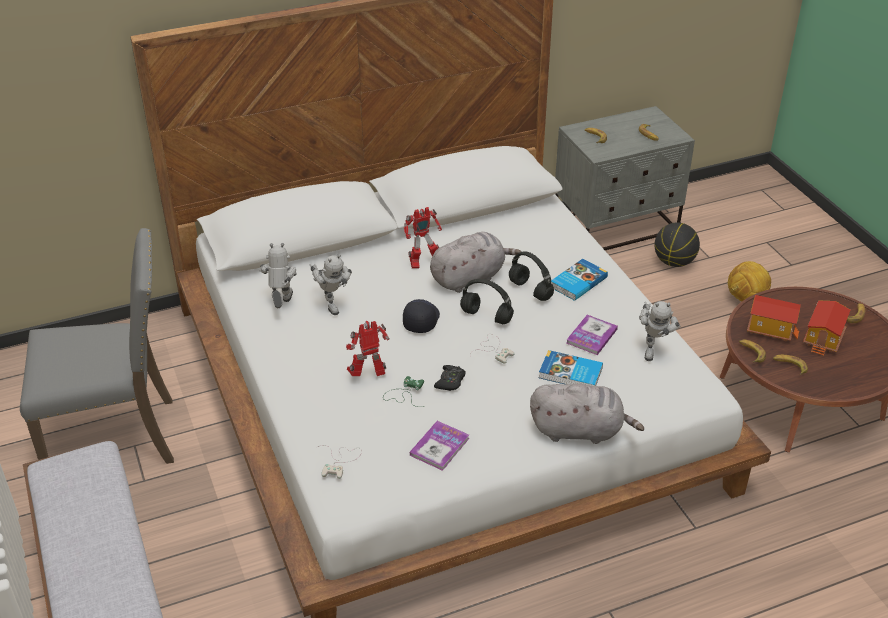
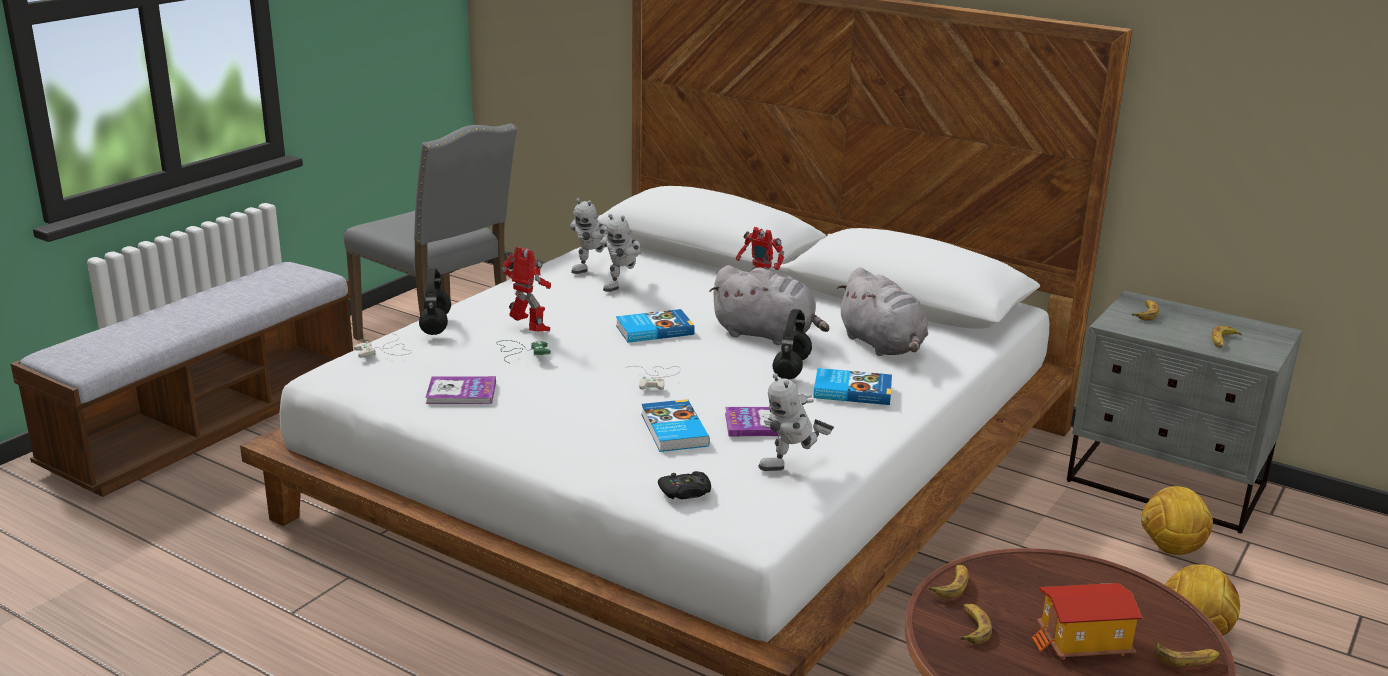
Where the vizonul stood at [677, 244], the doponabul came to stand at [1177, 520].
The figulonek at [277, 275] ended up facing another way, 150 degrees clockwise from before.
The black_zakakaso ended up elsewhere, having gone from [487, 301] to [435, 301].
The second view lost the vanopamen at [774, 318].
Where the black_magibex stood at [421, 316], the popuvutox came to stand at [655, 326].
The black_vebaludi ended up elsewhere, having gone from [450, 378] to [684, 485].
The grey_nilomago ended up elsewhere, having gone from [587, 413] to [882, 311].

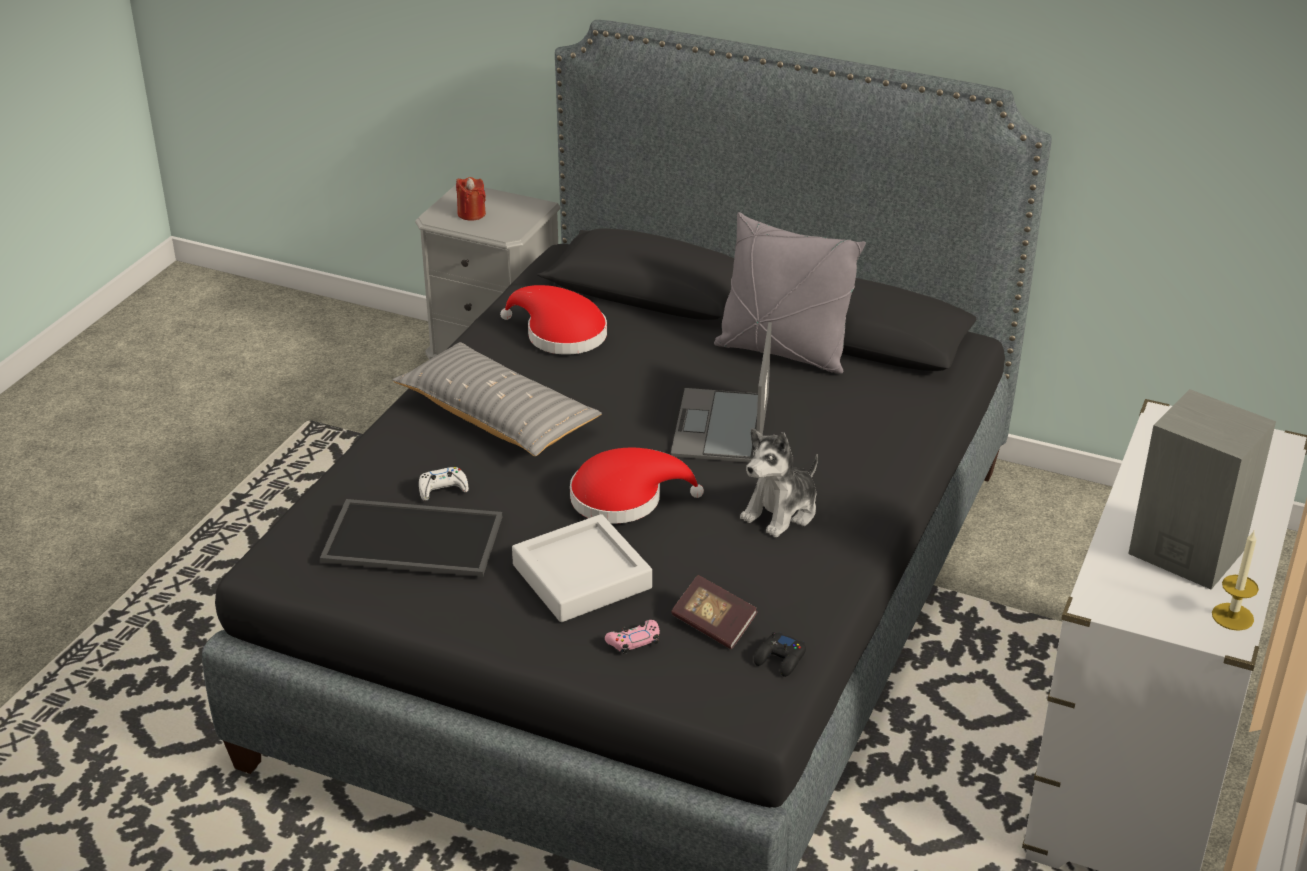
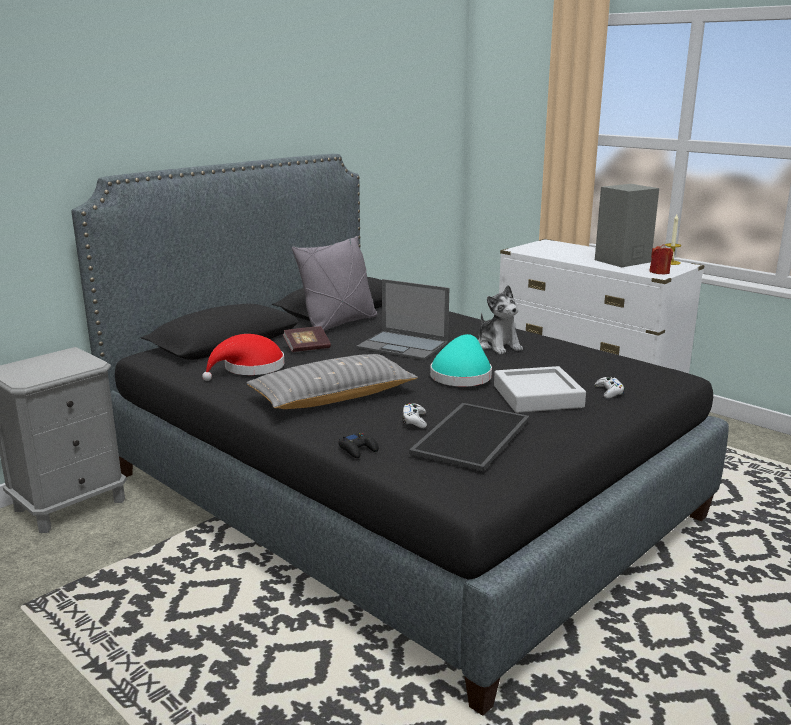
The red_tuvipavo ended up elsewhere, having gone from [471, 199] to [661, 259].
What was the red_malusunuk at [637, 486] turned into the turquoise_malusunuk at [461, 360].
The popuvutox ended up elsewhere, having gone from [714, 612] to [307, 339].
What was the pink_vebaludi at [632, 637] turned into the white_vebaludi at [610, 387].
The black_vebaludi ended up elsewhere, having gone from [780, 654] to [358, 445].

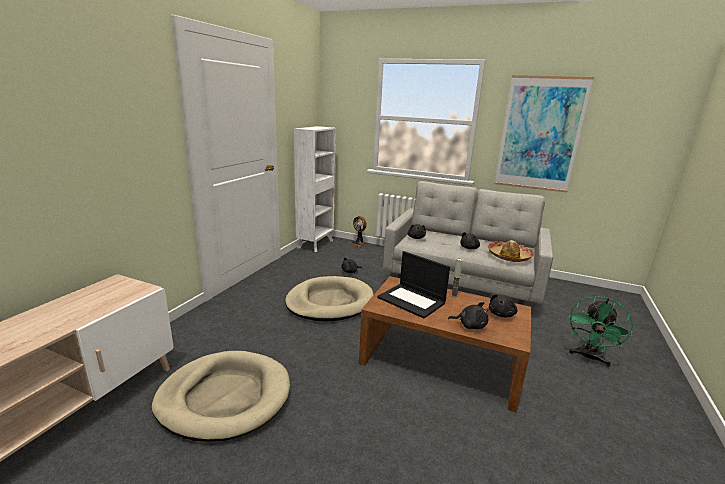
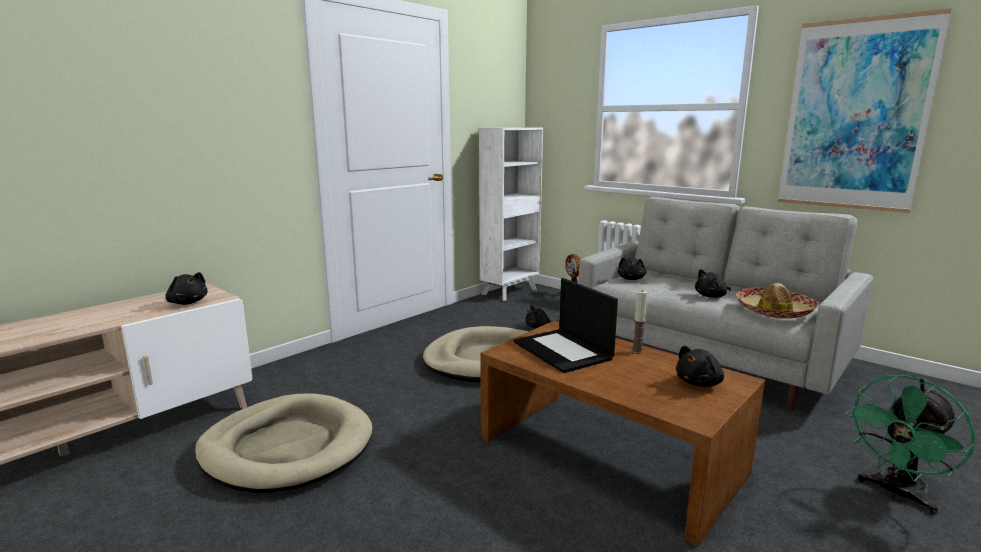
The black_nilomago ended up elsewhere, having gone from [468, 315] to [186, 288].

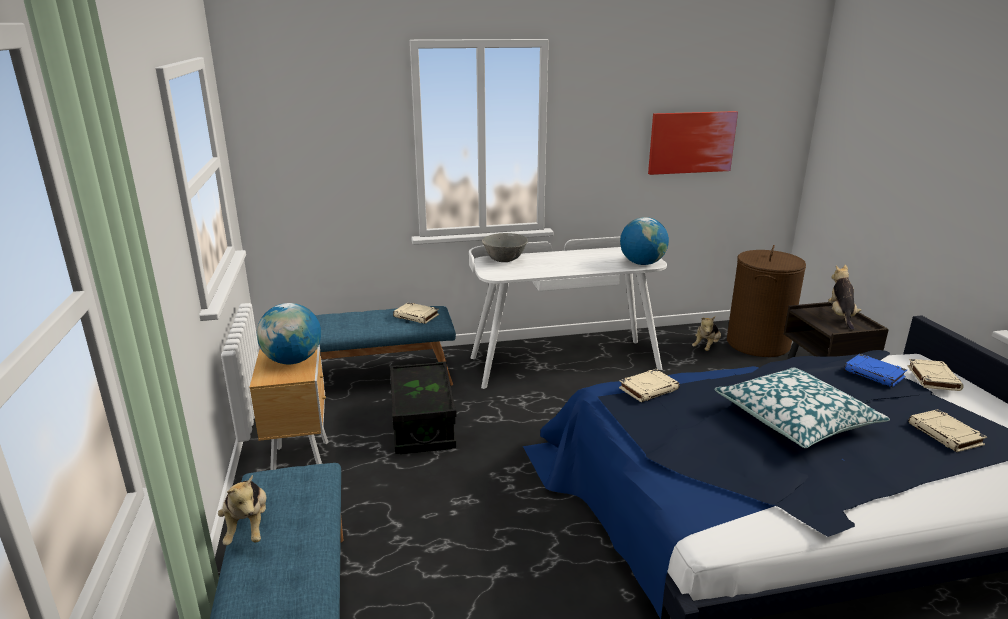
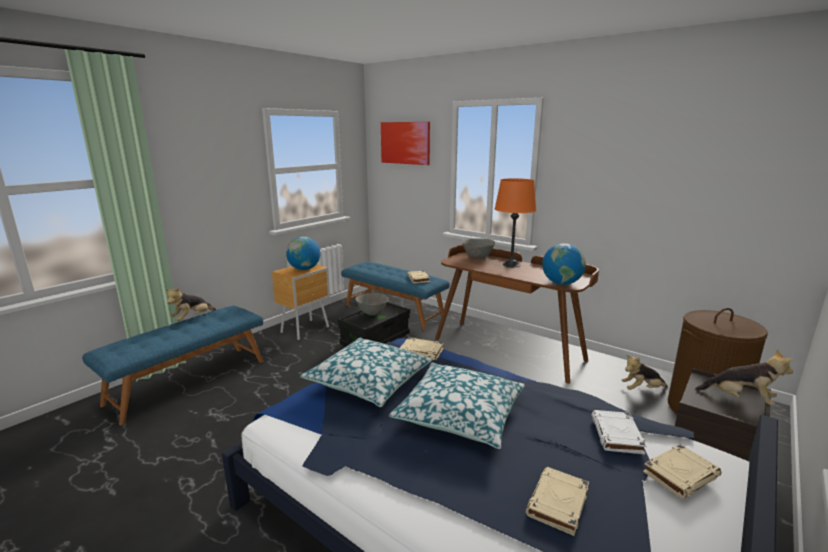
The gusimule ended up elsewhere, having gone from [693, 143] to [405, 143].
What was the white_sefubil at [568, 312] turned into the brown_sefubil at [517, 314].
The nilomago at [844, 297] ended up facing another way, 60 degrees clockwise from before.
What was the blue_popuvutox at [875, 370] turned into the white_popuvutox at [619, 432].
The second view gained the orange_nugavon at [516, 222].
The second view gained the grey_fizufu at [372, 304].
The second view gained the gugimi at [366, 372].

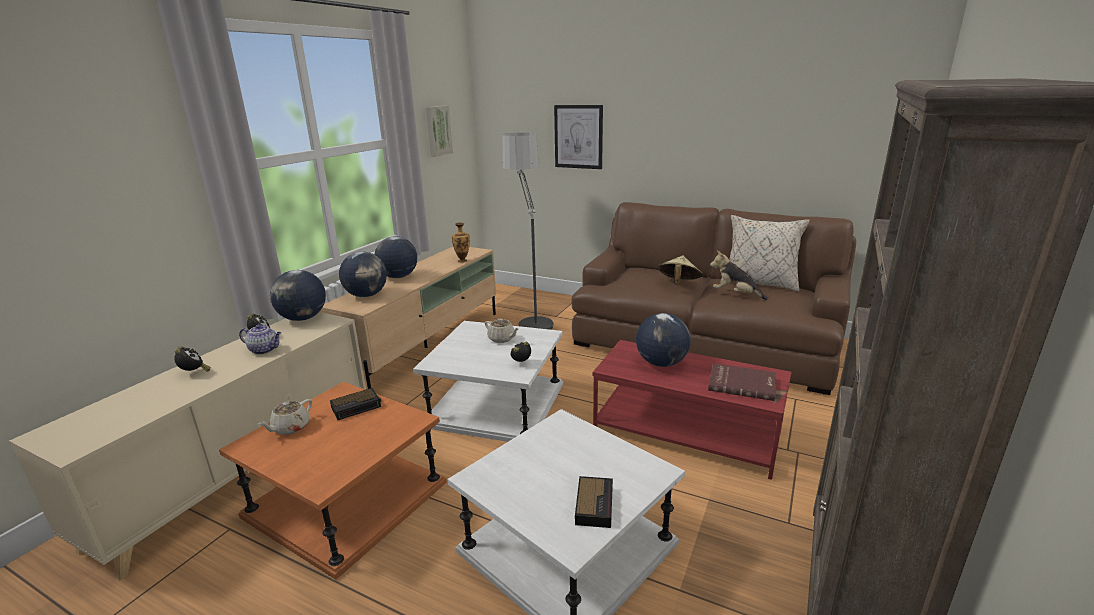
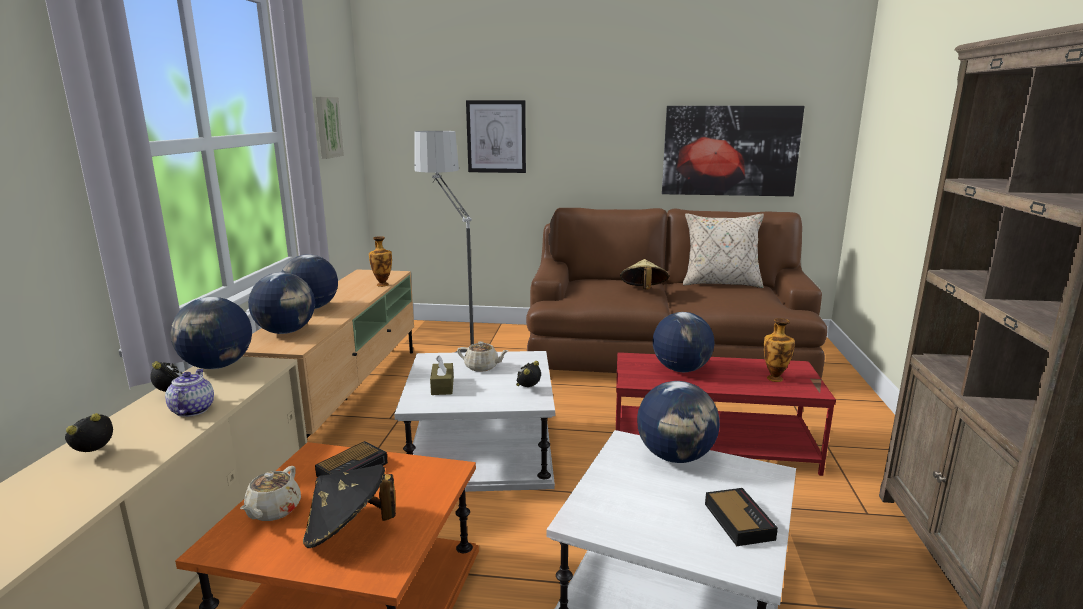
The second view lost the nilomago at [739, 275].
The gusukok at [260, 339] ended up facing another way, 90 degrees counterclockwise from before.
The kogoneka at [192, 359] ended up facing another way, 90 degrees counterclockwise from before.
Where the red_popuvutox stood at [741, 382], the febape came to stand at [779, 350].
The second view gained the gusimule at [733, 151].
The second view gained the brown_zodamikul at [442, 375].
The second view gained the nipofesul at [678, 422].
The second view gained the black_malusunuk at [349, 506].

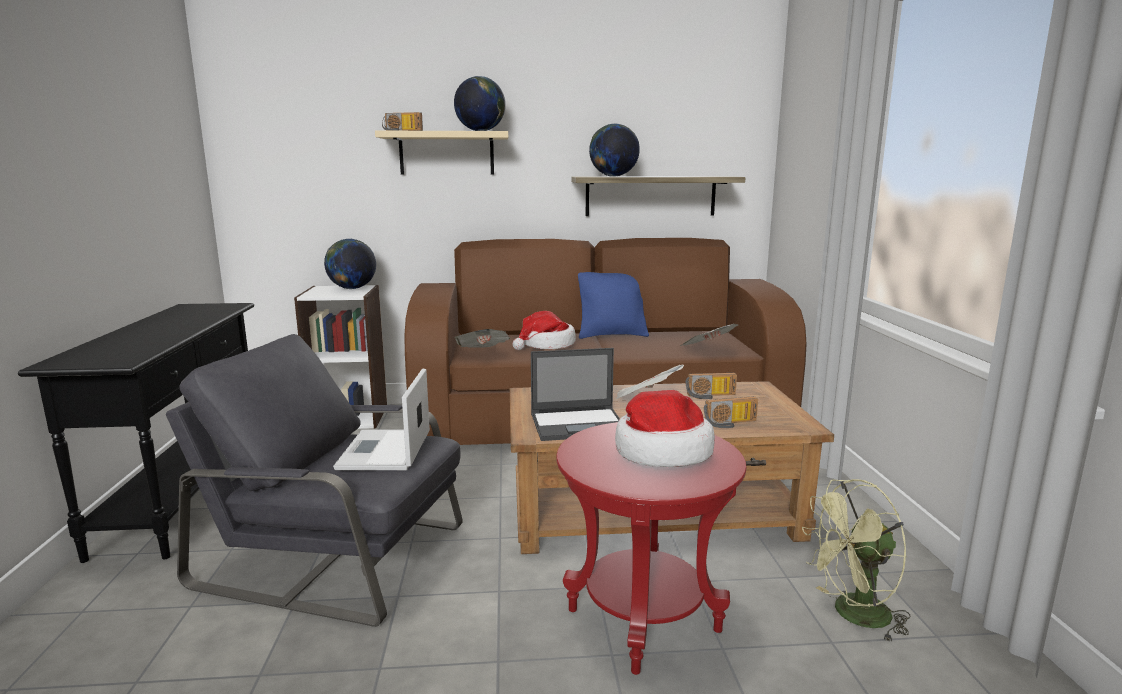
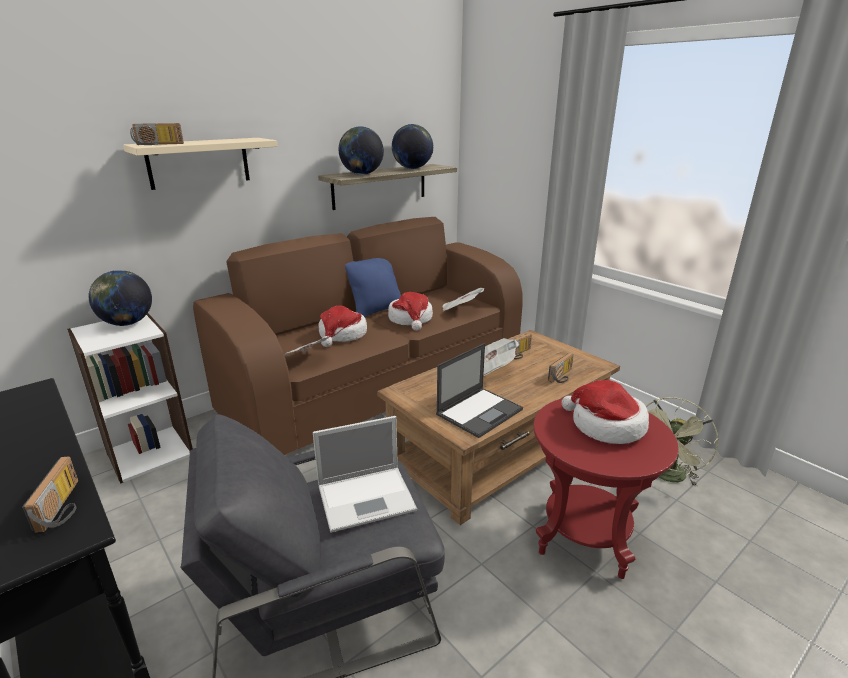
The nipofesul ended up elsewhere, having gone from [480, 103] to [413, 146].
The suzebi at [381, 419] ended up facing another way, 75 degrees counterclockwise from before.
The second view gained the malusunuk at [410, 311].
The second view gained the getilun at [50, 494].

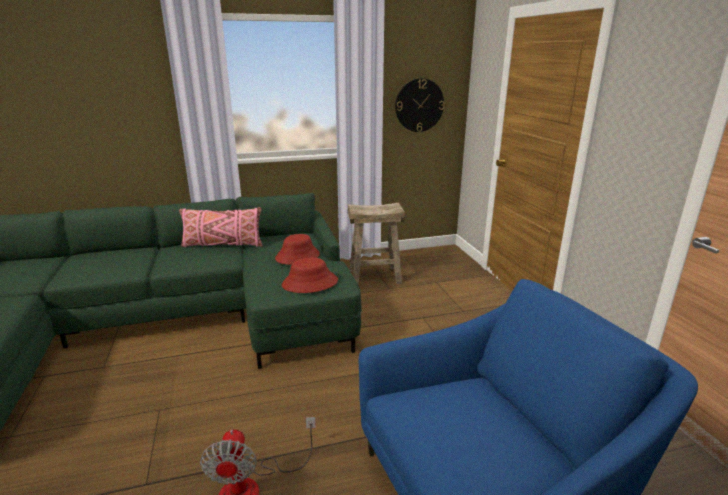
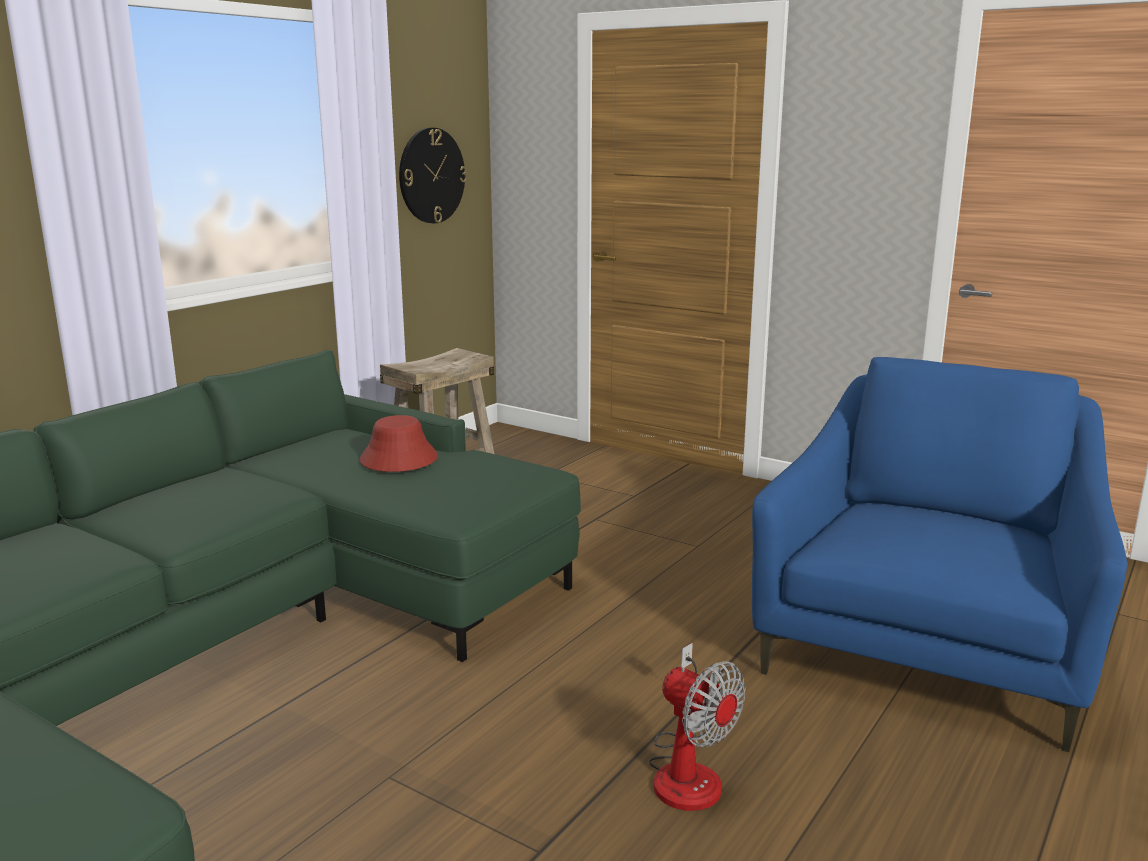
The second view lost the pink_gugimi at [220, 227].
The second view lost the red_malusunuk at [310, 275].

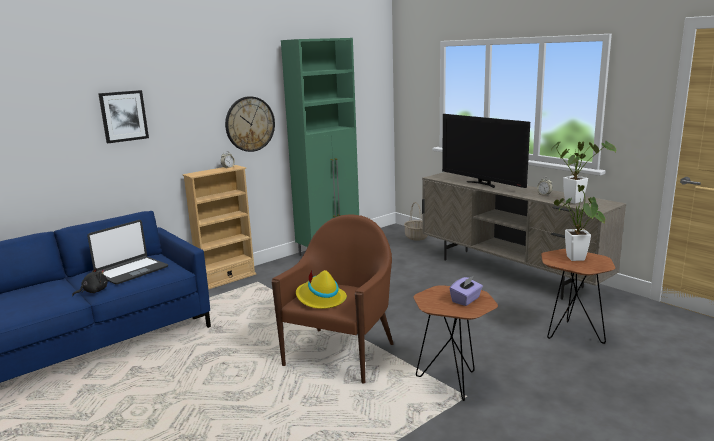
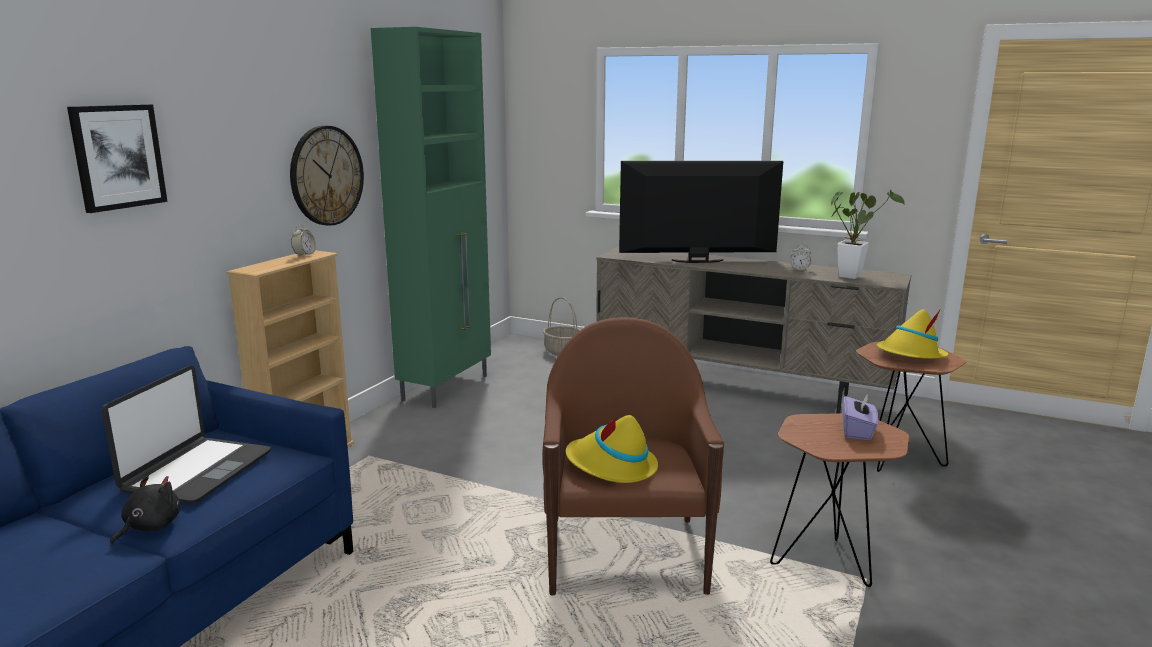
The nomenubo at [486, 151] ended up facing another way, 150 degrees clockwise from before.
Where the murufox stood at [579, 223], the yellow_malusunuk came to stand at [913, 334].

